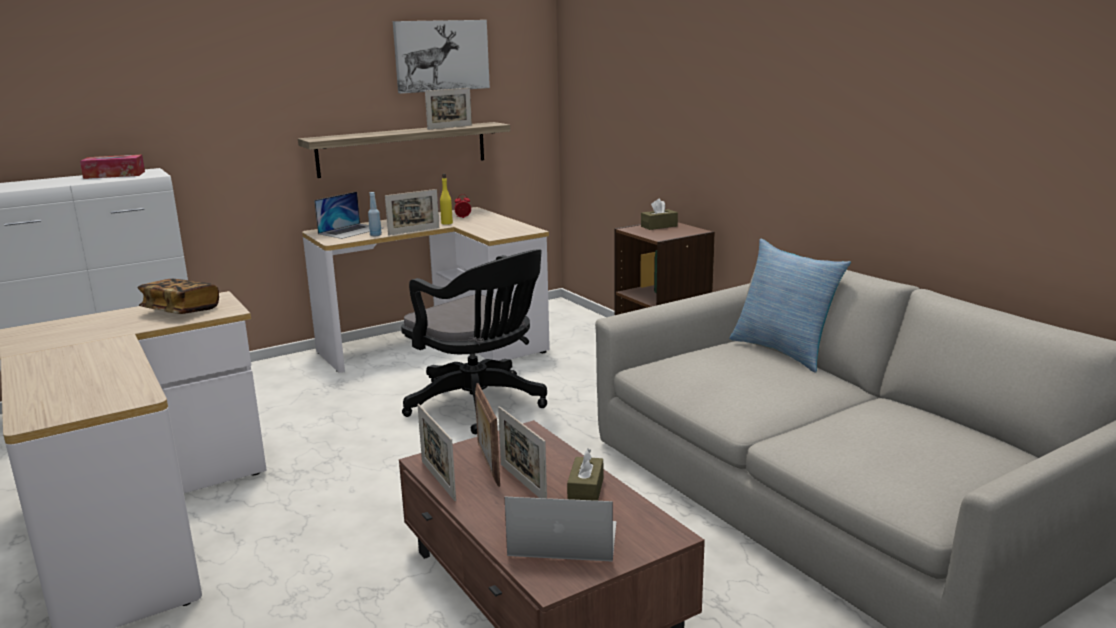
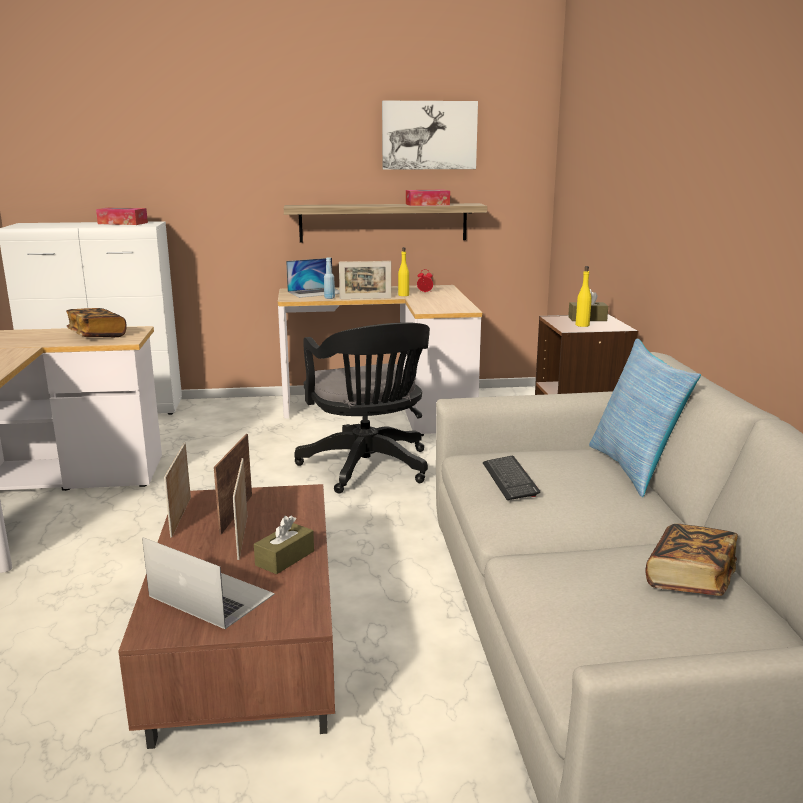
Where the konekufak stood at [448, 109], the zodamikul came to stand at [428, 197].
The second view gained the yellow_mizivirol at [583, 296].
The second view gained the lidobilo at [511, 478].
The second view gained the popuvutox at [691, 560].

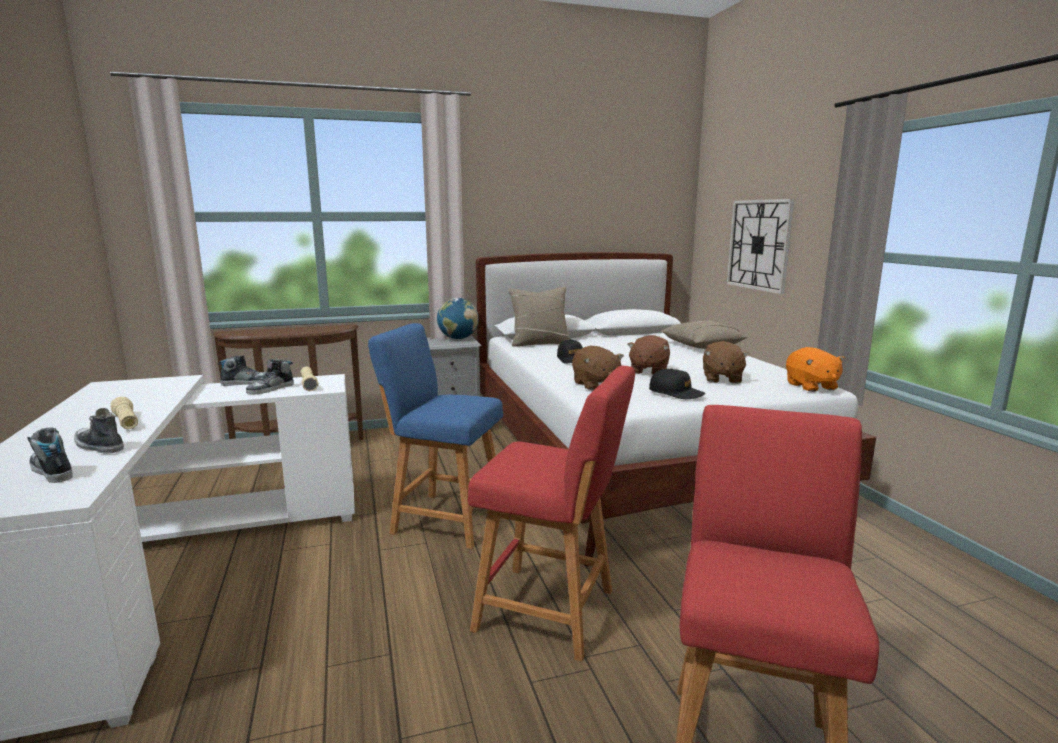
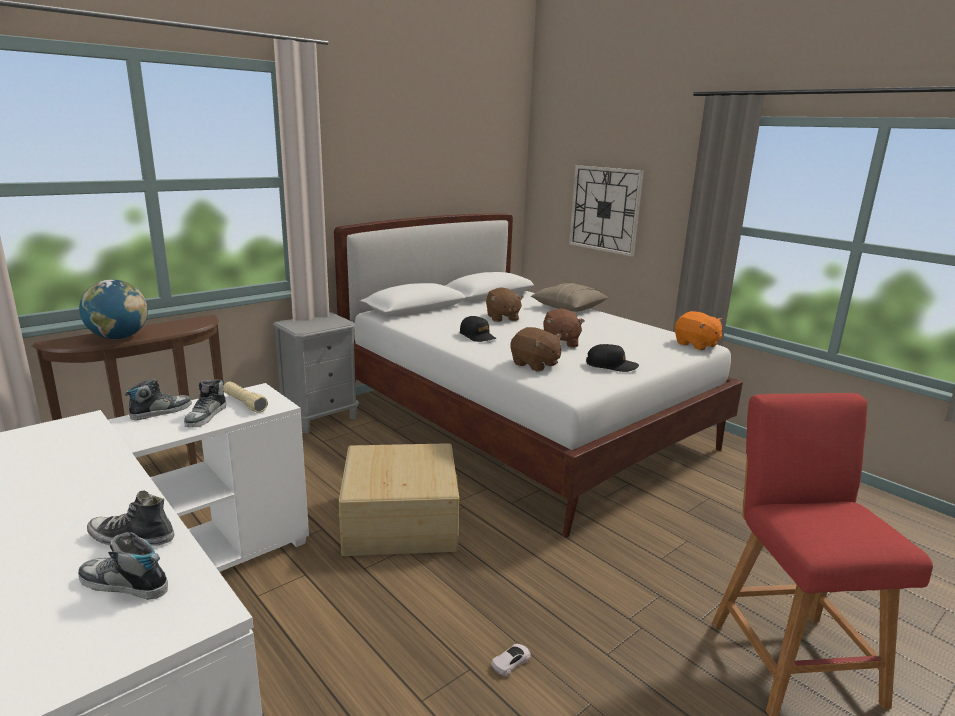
The second view lost the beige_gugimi at [539, 317].
The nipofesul ended up elsewhere, having gone from [458, 318] to [113, 309].
Where the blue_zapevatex stood at [435, 436], the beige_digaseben came to stand at [399, 499].
The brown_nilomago ended up elsewhere, having gone from [726, 362] to [504, 304].
The second view lost the red_zapevatex at [551, 513].
The second view lost the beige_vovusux at [124, 413].
The second view gained the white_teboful at [511, 660].

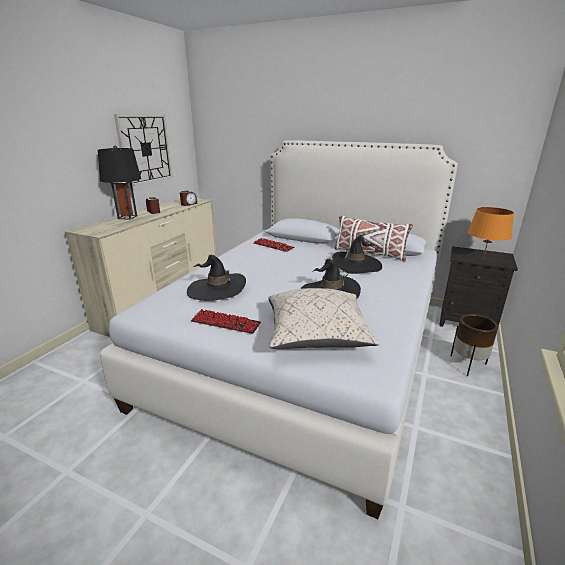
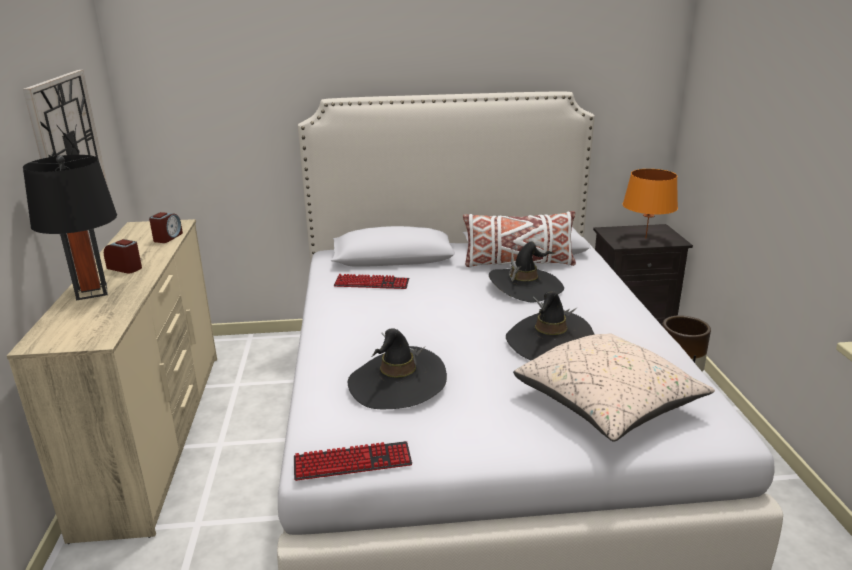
The lidobilo ended up elsewhere, having gone from [226, 321] to [353, 461].

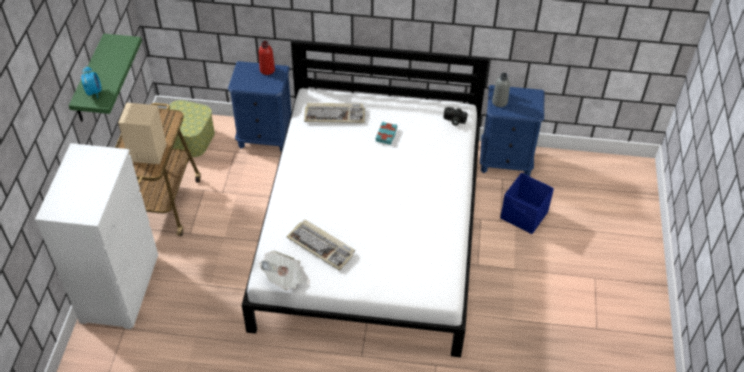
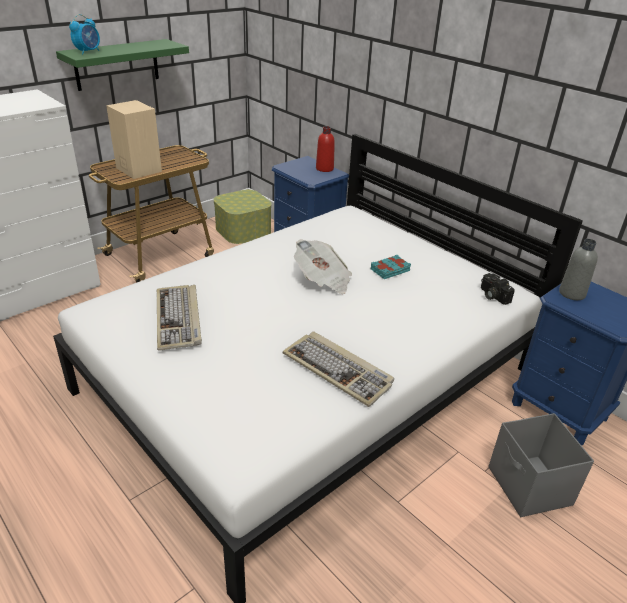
The lidobilo ended up elsewhere, having gone from [334, 113] to [338, 369].
What was the blue_digaseben at [527, 203] turned into the grey_digaseben at [541, 465].
The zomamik ended up elsewhere, having gone from [284, 270] to [323, 266].

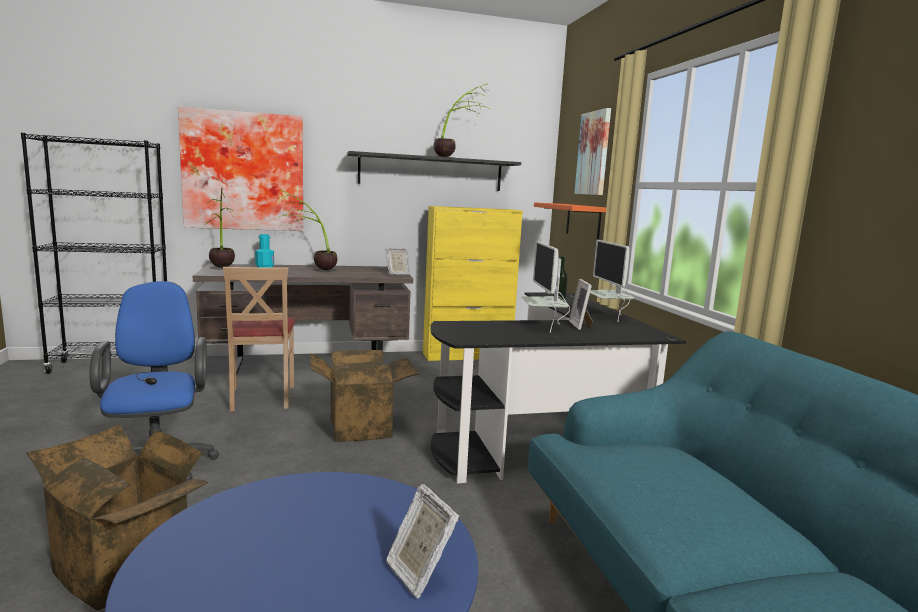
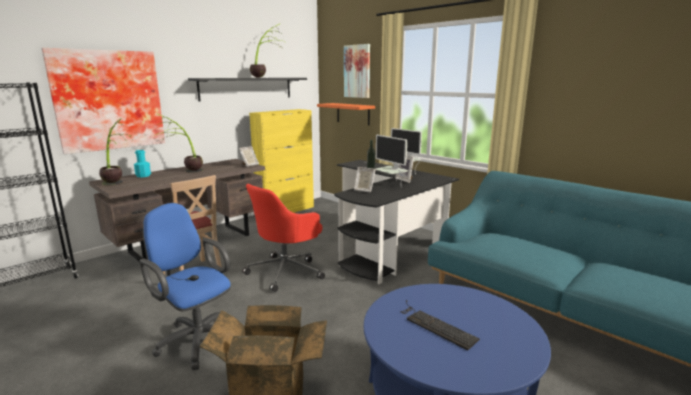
Where the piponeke stood at [364, 396], the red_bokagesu came to stand at [283, 238].
The konekufak ended up elsewhere, having gone from [422, 541] to [365, 179].
The second view gained the lidobilo at [440, 325].

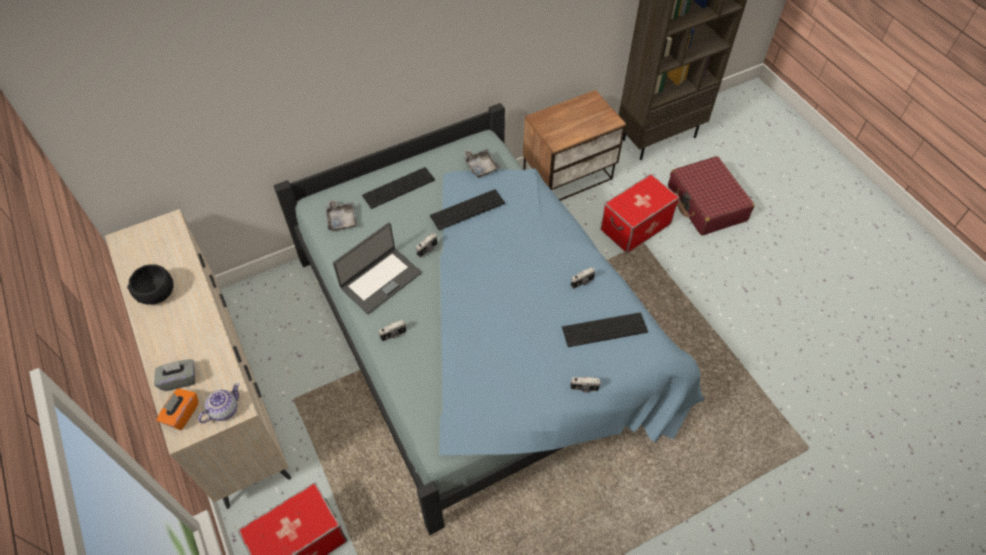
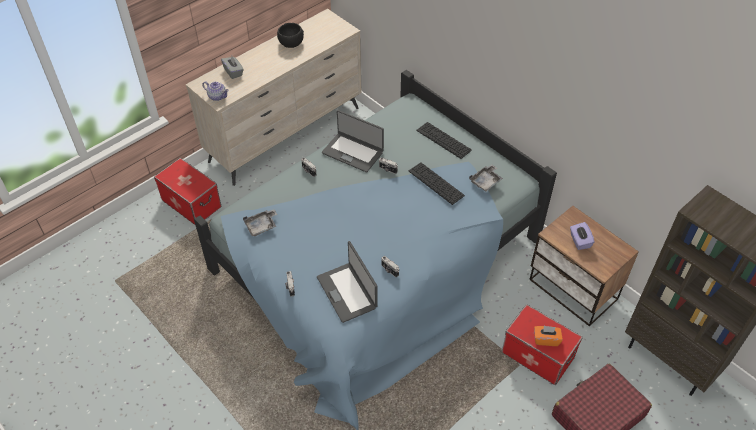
The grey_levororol ended up elsewhere, having gone from [341, 215] to [260, 222].
Where the lidobilo stood at [605, 329], the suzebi came to stand at [347, 282].
The orange_zodamikul ended up elsewhere, having gone from [177, 409] to [548, 336].
The second view gained the purple_zodamikul at [582, 236].

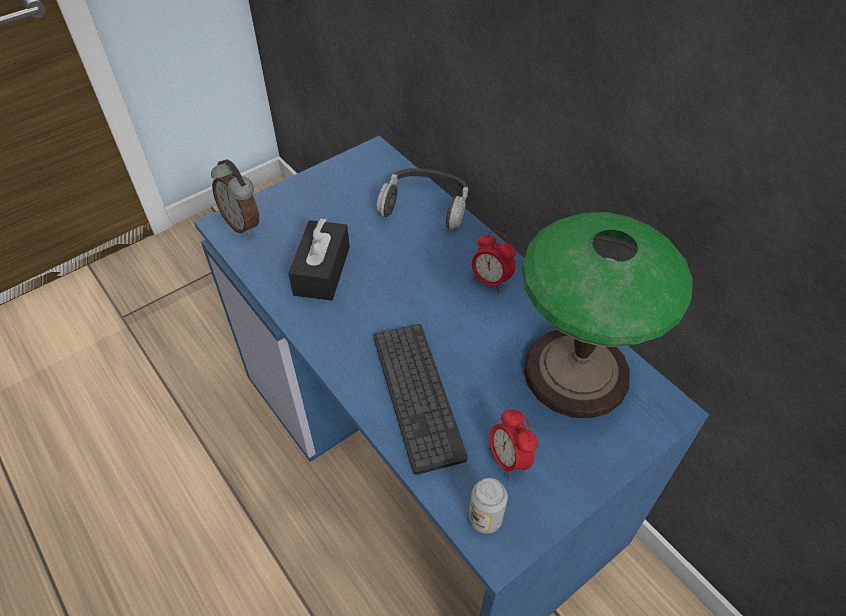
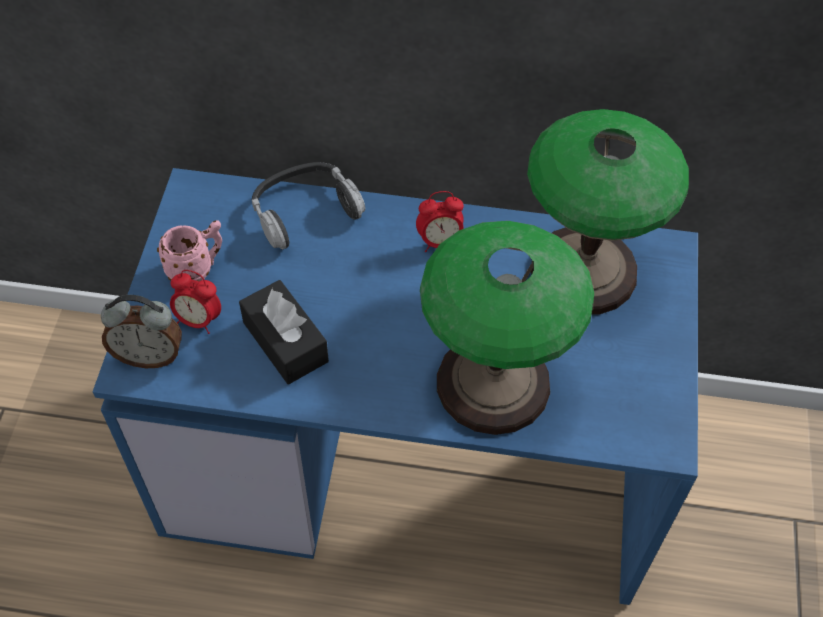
Where the lidobilo stood at [421, 399], the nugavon came to stand at [507, 328].
The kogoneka ended up elsewhere, having gone from [513, 444] to [195, 302].
The second view lost the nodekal at [488, 506].
The second view gained the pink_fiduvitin at [189, 251].

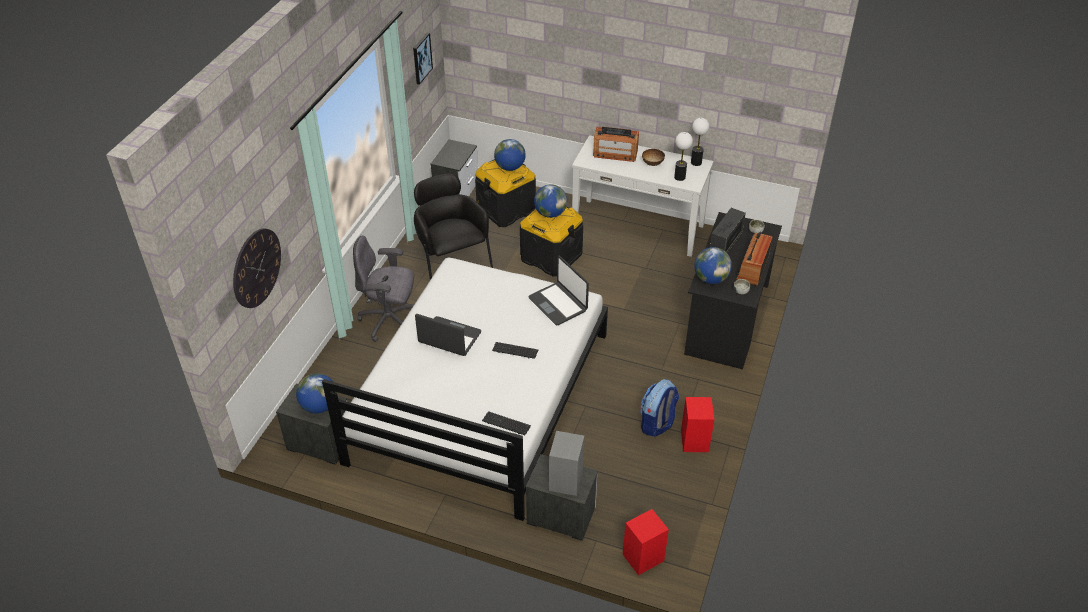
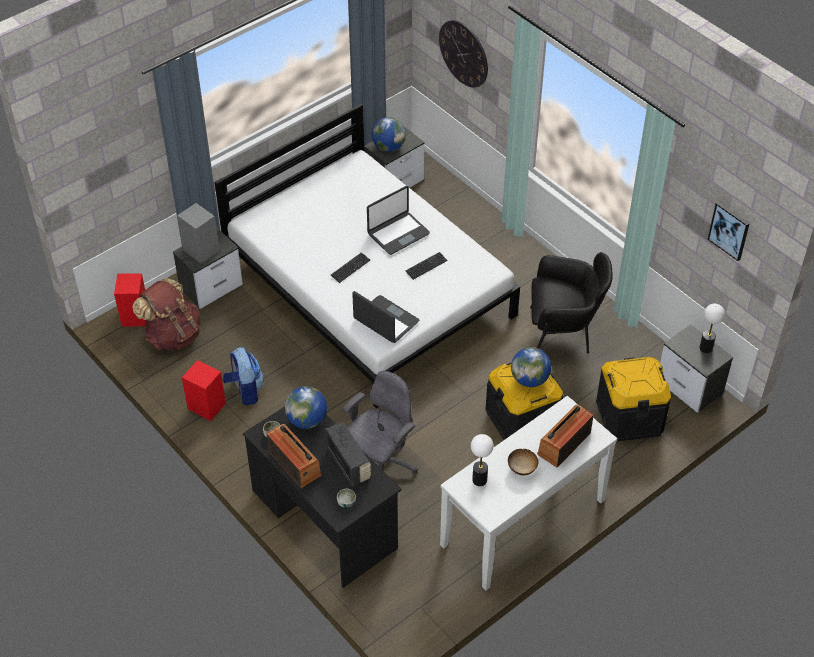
The nugavon ended up elsewhere, having gone from [700, 142] to [712, 328].
The second view lost the nipofesul at [510, 155].
The grey_bokagesu ended up elsewhere, having gone from [383, 288] to [380, 422].
The suzebi at [558, 290] ended up facing another way, 45 degrees clockwise from before.
The lidobilo ended up elsewhere, having gone from [506, 423] to [427, 266].
The second view gained the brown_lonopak at [166, 314].

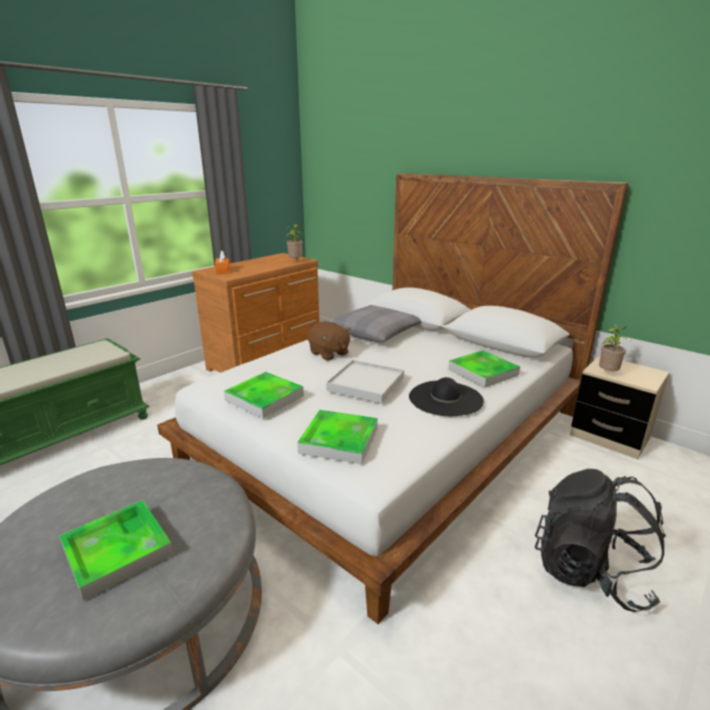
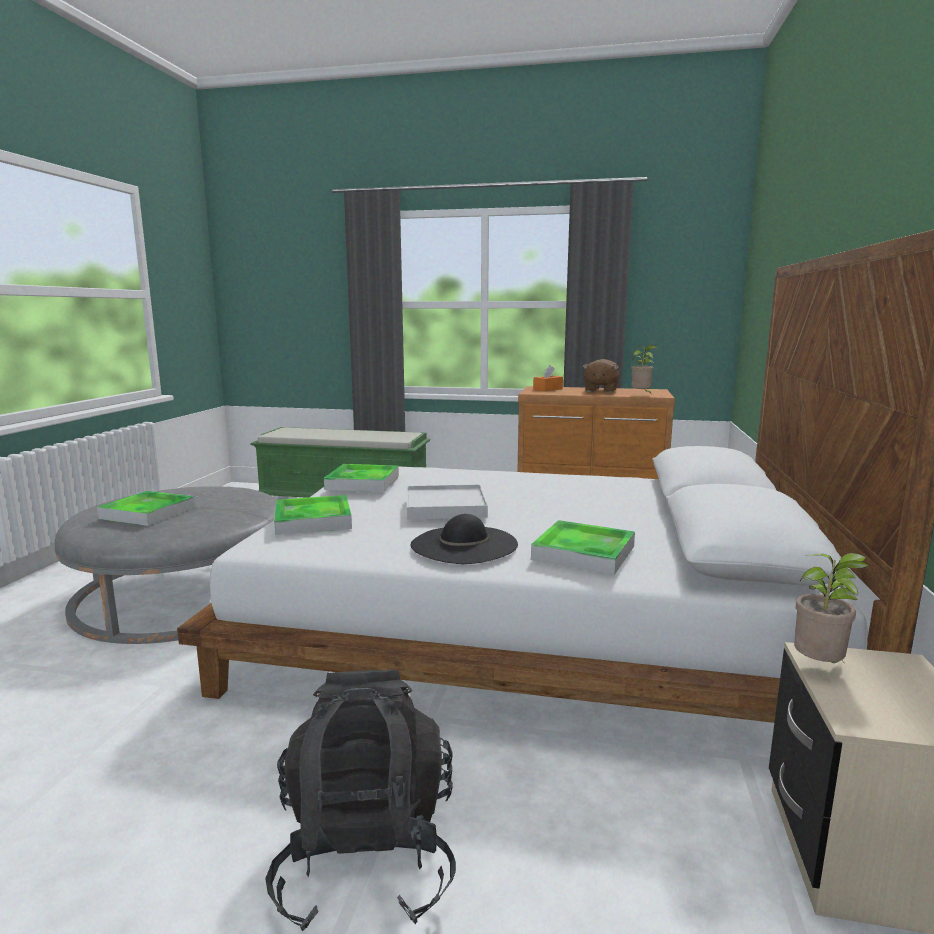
The second view lost the grey_gugimi at [374, 324].
The brown_nilomago ended up elsewhere, having gone from [329, 340] to [600, 376].

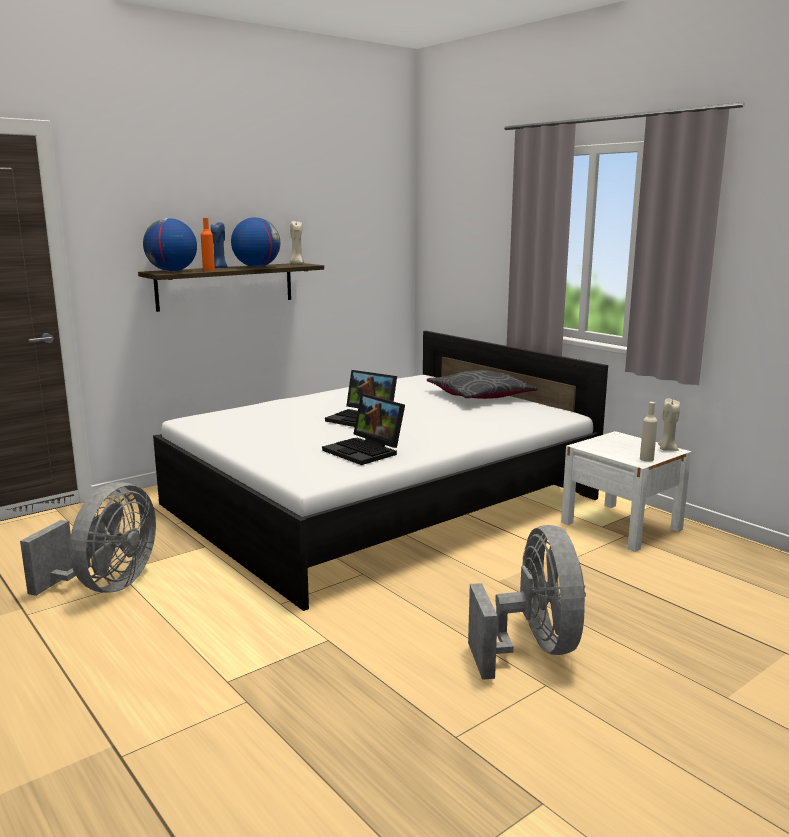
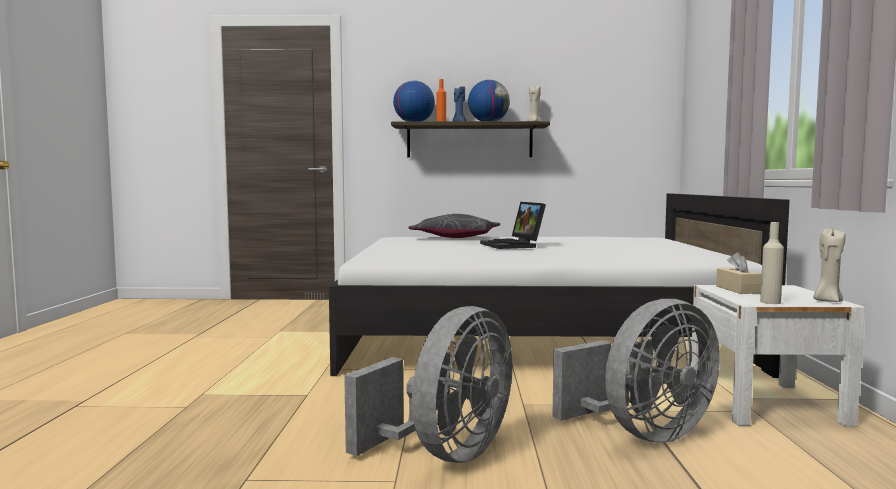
The grey_gugimi ended up elsewhere, having gone from [482, 384] to [454, 226].
The second view lost the suzebi at [363, 429].
The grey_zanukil ended up elsewhere, having gone from [88, 539] to [636, 371].
The second view gained the beige_zodamikul at [739, 273].

